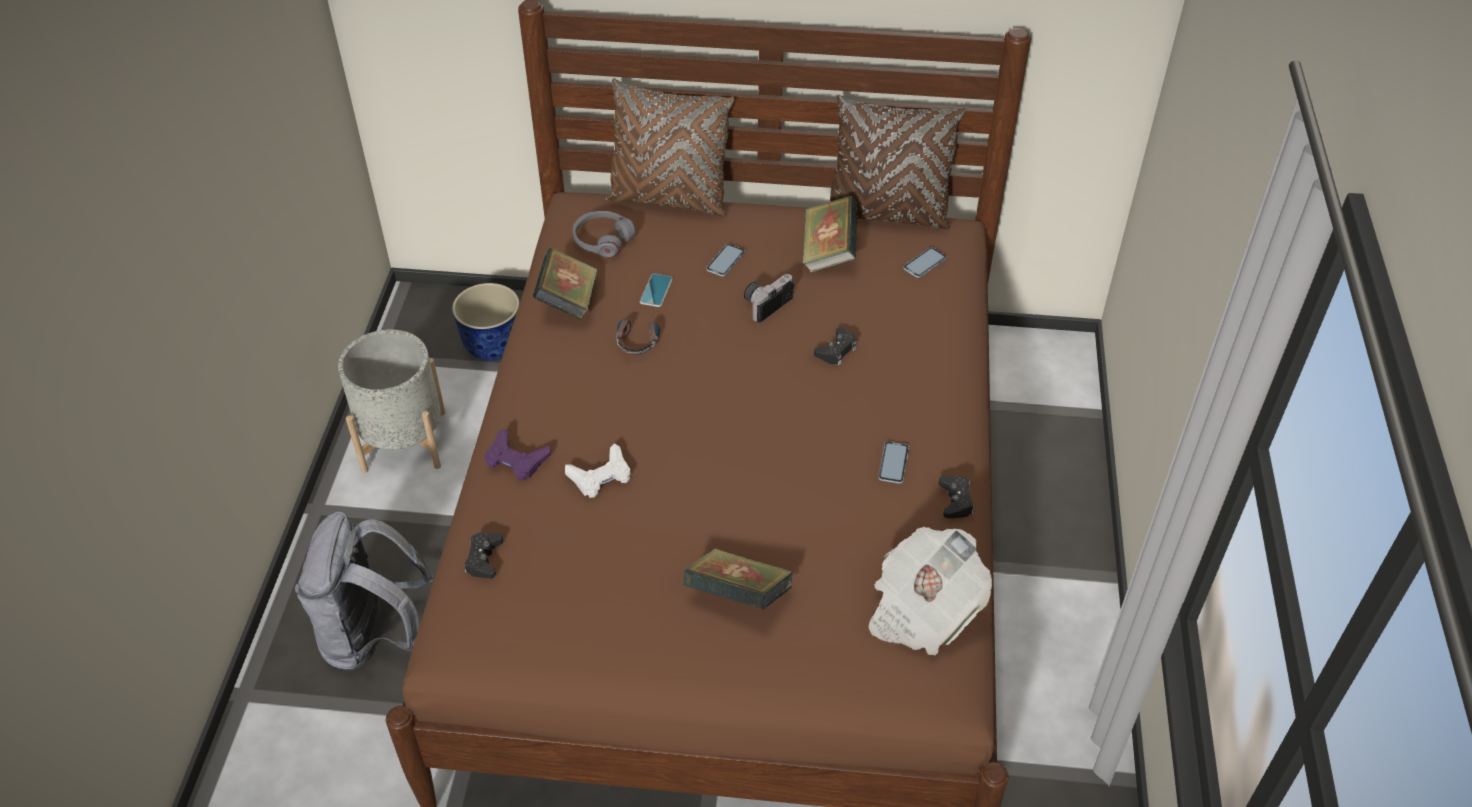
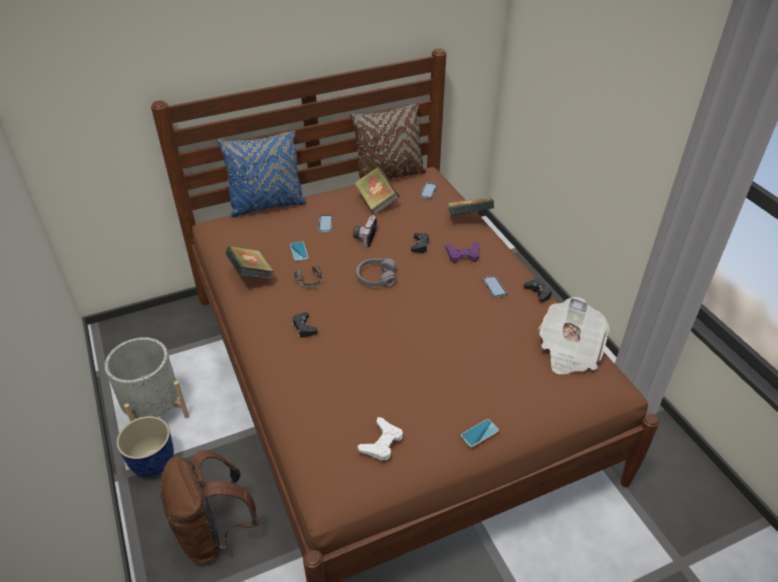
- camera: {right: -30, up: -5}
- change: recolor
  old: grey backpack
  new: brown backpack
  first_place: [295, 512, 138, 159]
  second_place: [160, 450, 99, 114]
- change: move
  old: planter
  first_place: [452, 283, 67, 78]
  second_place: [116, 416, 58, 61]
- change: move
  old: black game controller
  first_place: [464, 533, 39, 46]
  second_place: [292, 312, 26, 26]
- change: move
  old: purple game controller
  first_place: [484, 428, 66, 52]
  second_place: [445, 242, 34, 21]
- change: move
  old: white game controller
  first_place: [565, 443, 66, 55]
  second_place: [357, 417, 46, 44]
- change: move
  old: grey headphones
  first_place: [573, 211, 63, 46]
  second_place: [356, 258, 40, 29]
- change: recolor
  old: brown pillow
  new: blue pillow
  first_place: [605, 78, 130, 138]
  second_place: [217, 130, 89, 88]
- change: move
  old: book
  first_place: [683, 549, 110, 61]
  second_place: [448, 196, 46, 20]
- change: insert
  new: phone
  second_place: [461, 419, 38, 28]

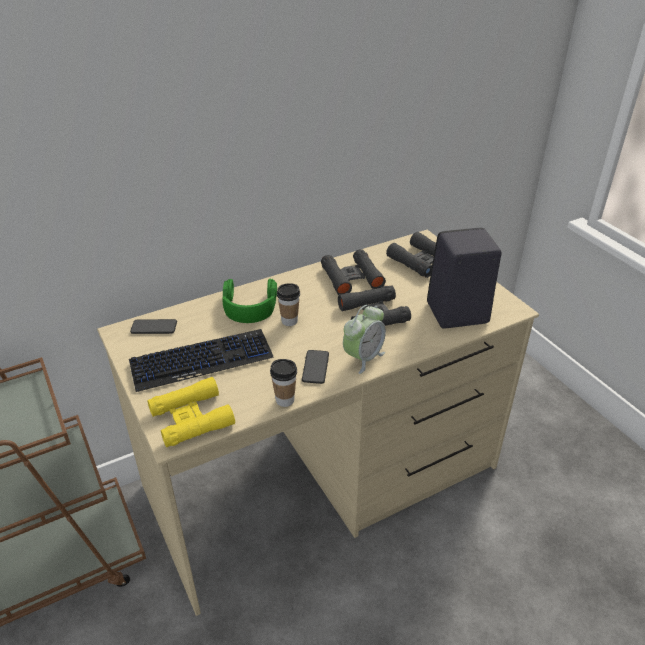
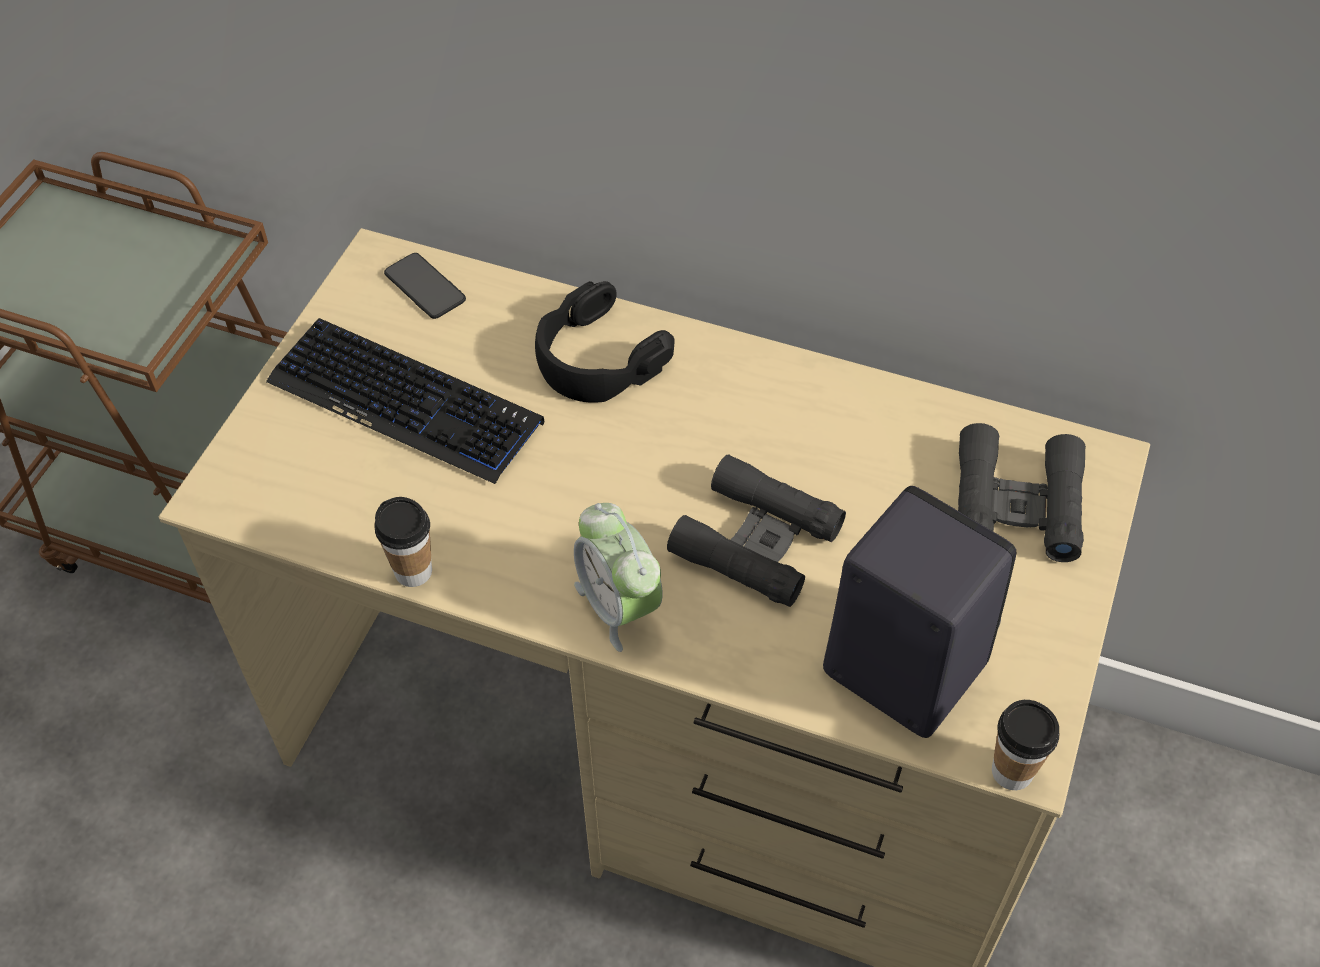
- camera: {right: 50, up: 15}
- change: delete
  old: yellow binoculars
  first_place: [147, 377, 88, 70]
- change: recolor
  old: green headphones
  new: black headphones
  first_place: [223, 279, 54, 44]
  second_place: [535, 281, 140, 122]
- change: move
  old: cup
  first_place: [277, 283, 23, 43]
  second_place: [992, 700, 67, 90]
- change: delete
  old: phone
  first_place: [302, 350, 27, 34]
- change: delete
  old: black binoculars
  first_place: [321, 249, 65, 46]
- change: rotate
  old: alarm clock
  first_place: [343, 305, 43, 69]
  second_place: [574, 503, 89, 149]
  degrees: 60

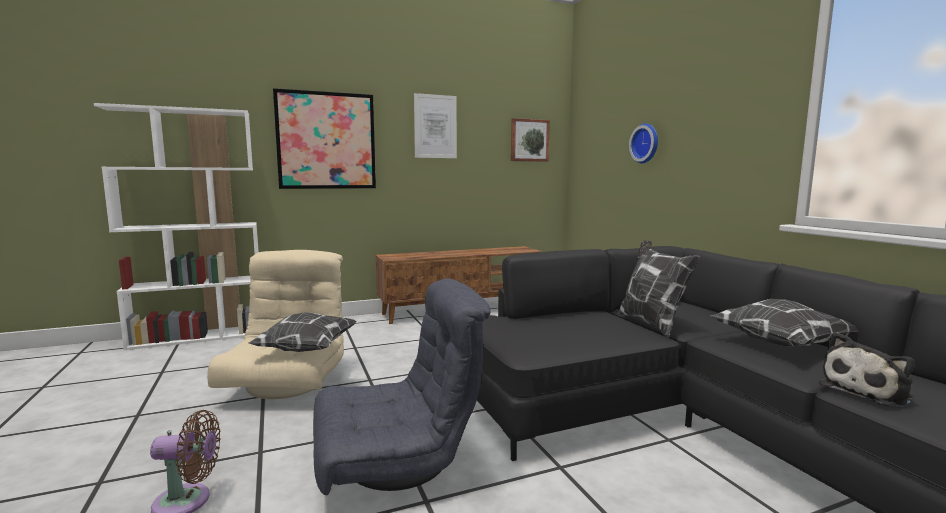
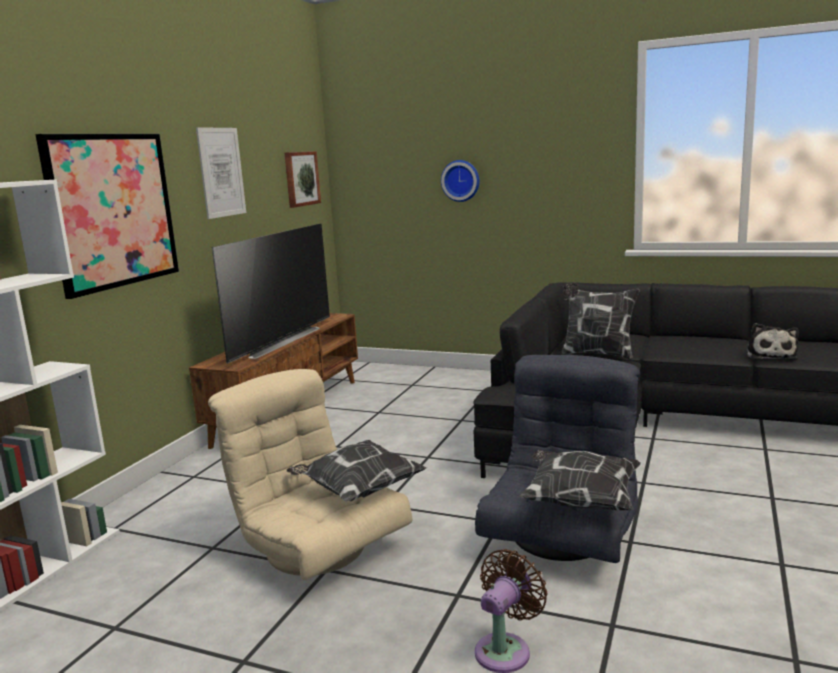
- camera: {right: -45, up: 5}
- change: move
  old: pillow
  first_place: [710, 299, 149, 48]
  second_place: [520, 449, 121, 61]
- change: insert
  new: television
  second_place: [212, 224, 118, 140]

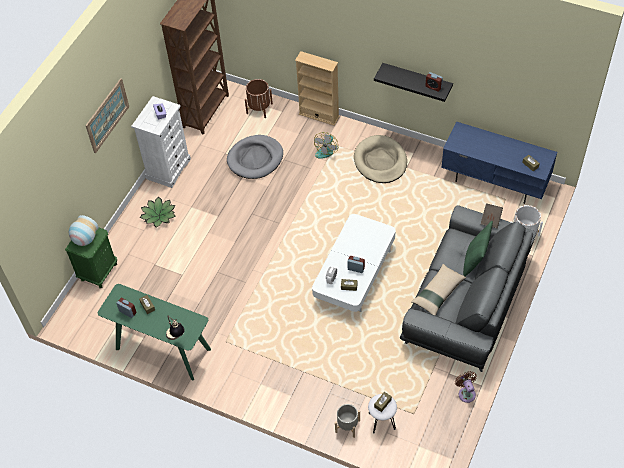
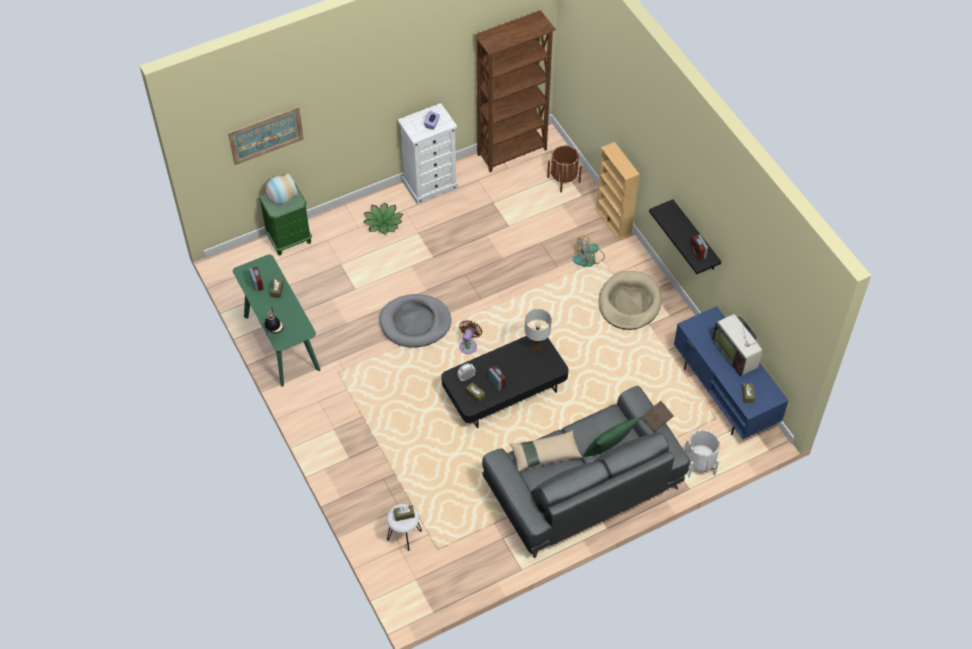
- camera: {right: 35, up: 0}
- change: move
  old: picture
  first_place: [85, 78, 44, 75]
  second_place: [228, 107, 76, 58]
- change: move
  old: grey dog bed
  first_place: [227, 135, 56, 44]
  second_place: [380, 294, 71, 53]
- change: recolor
  old: white coffee table
  new: black coffee table
  first_place: [312, 214, 84, 98]
  second_place: [441, 336, 127, 92]
- change: delete
  old: grey planter
  first_place: [335, 404, 25, 34]
- change: move
  old: brown fan
  first_place: [455, 371, 22, 32]
  second_place: [459, 320, 23, 34]
- change: insert
  new: white table lamp
  second_place: [524, 309, 28, 42]
- change: insert
  new: television
  second_place: [712, 314, 51, 62]

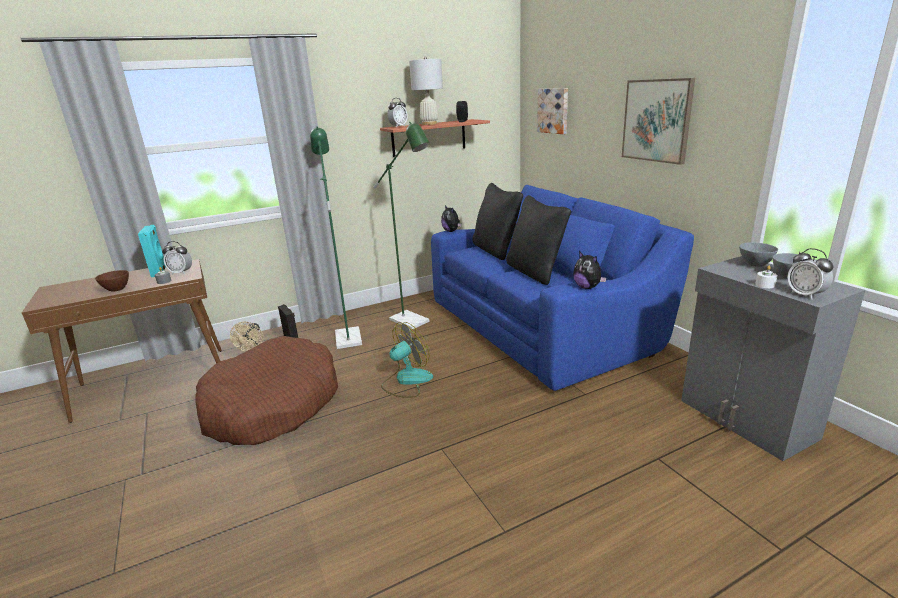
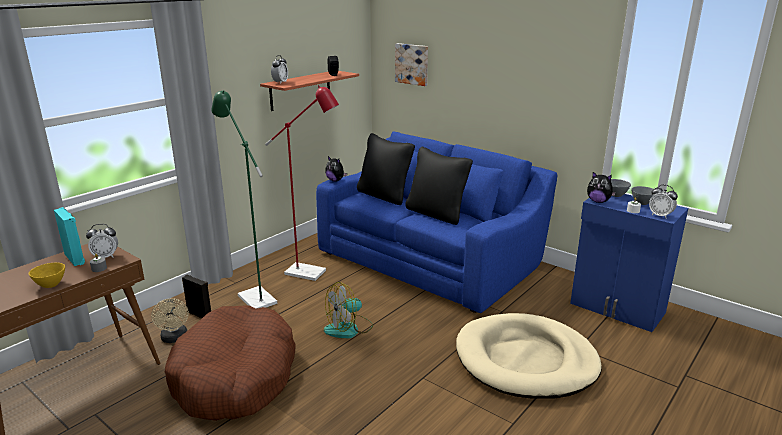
- camera: {right: -25, up: 0}
- change: recolor
  old: brown bowl
  new: yellow bowl
  first_place: [95, 270, 34, 22]
  second_place: [29, 263, 36, 25]
- change: recolor
  old: green floor lamp
  new: red floor lamp
  first_place: [373, 122, 57, 207]
  second_place: [265, 85, 74, 196]
- change: rotate
  old: fan
  first_place: [381, 322, 52, 76]
  second_place: [324, 282, 49, 56]
  degrees: -150
- change: delete
  old: white table lamp
  first_place: [409, 57, 34, 68]
- change: move
  old: plush toy
  first_place: [573, 251, 33, 38]
  second_place: [587, 172, 29, 31]
- change: delete
  old: picture
  first_place: [622, 78, 73, 87]
- change: recolor
  old: grey cabinet
  new: blue cabinet
  first_place: [681, 256, 184, 205]
  second_place: [570, 194, 118, 138]
- change: insert
  new: beige dog bed
  second_place: [456, 313, 146, 86]

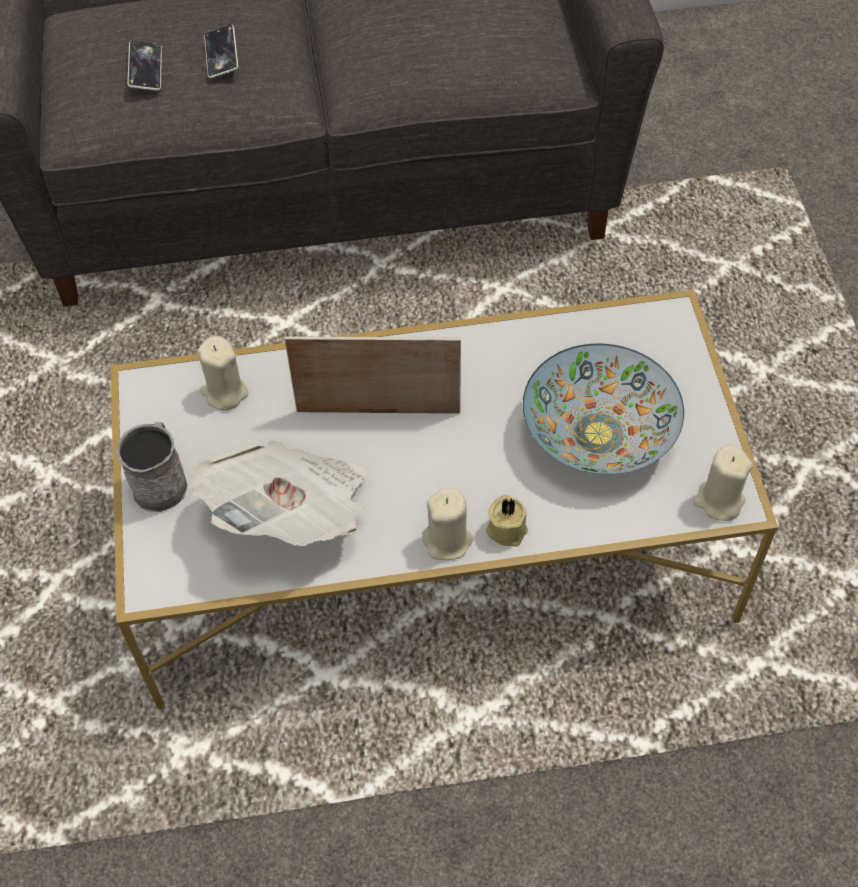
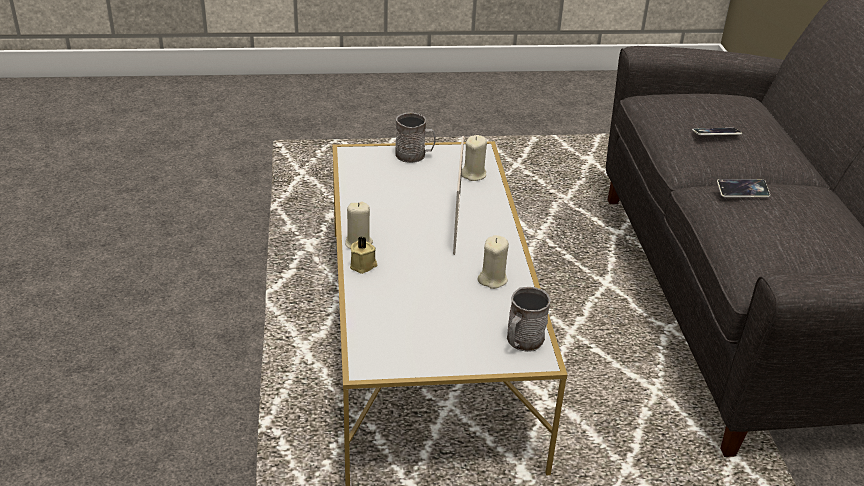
- camera: {right: 90, up: -20}
- change: move
  old: phone
  first_place: [127, 41, 35, 50]
  second_place: [717, 179, 53, 18]
- change: delete
  old: newspaper
  first_place: [190, 440, 177, 106]
- change: delete
  old: bowl
  first_place: [523, 343, 161, 131]
- change: move
  old: beige candle
  first_place: [693, 445, 60, 76]
  second_place: [477, 235, 32, 54]
- change: insert
  new: grey mug
  second_place: [507, 287, 44, 65]

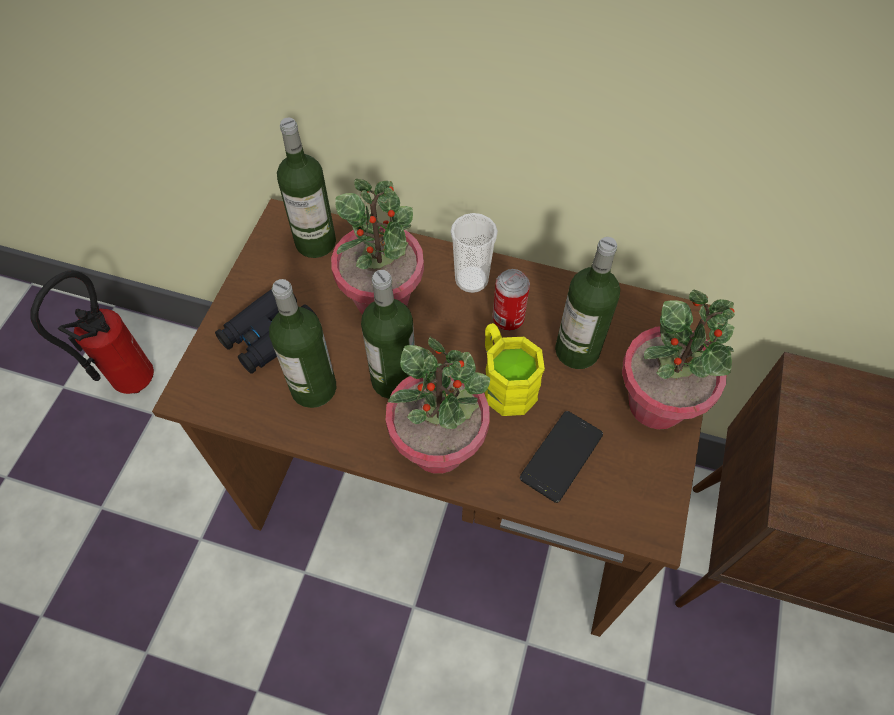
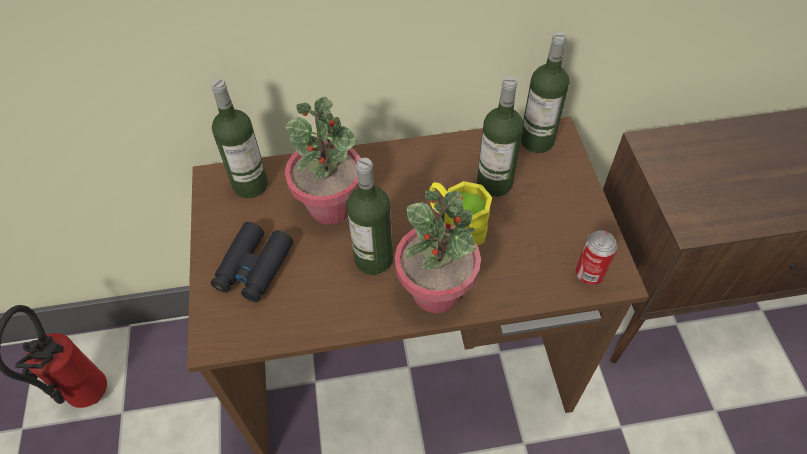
- camera: {right: -25, up: -5}
- change: move
  old: bottle
  first_place: [269, 279, 67, 129]
  second_place: [521, 32, 48, 121]
- change: delete
  old: cup
  first_place: [451, 213, 47, 80]
- change: move
  old: can
  first_place: [492, 269, 38, 62]
  second_place: [575, 231, 43, 54]
- change: delete
  old: phone
  first_place: [520, 411, 83, 92]
- change: delete
  old: potted plant
  first_place: [622, 289, 113, 141]

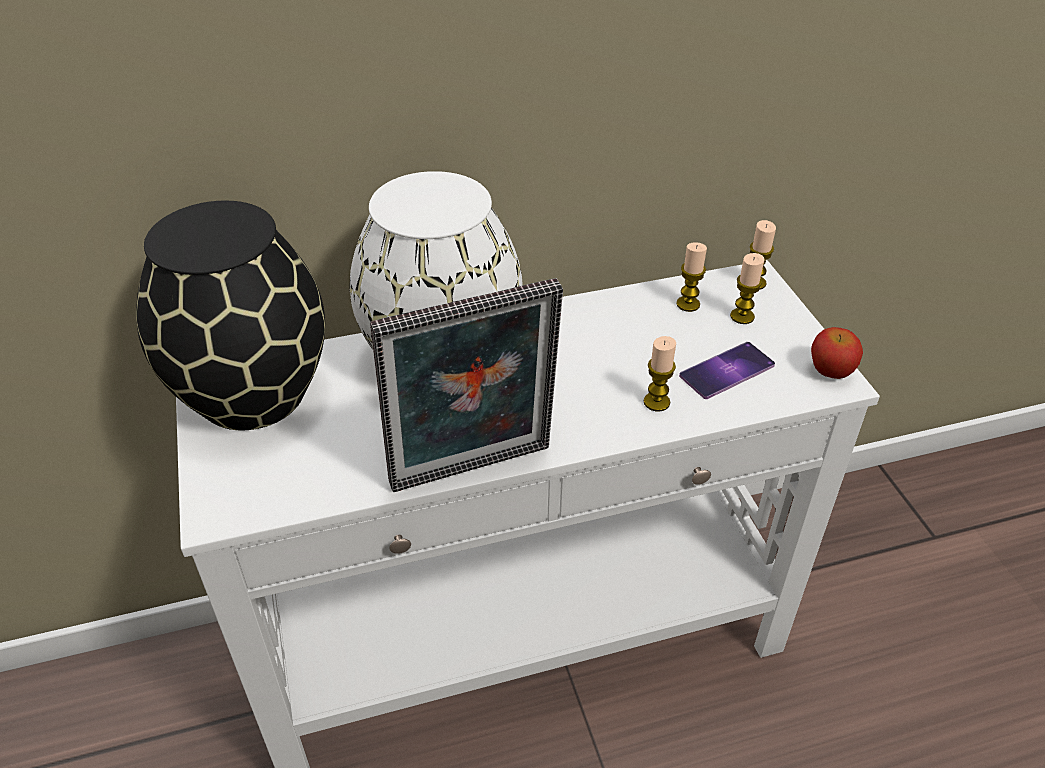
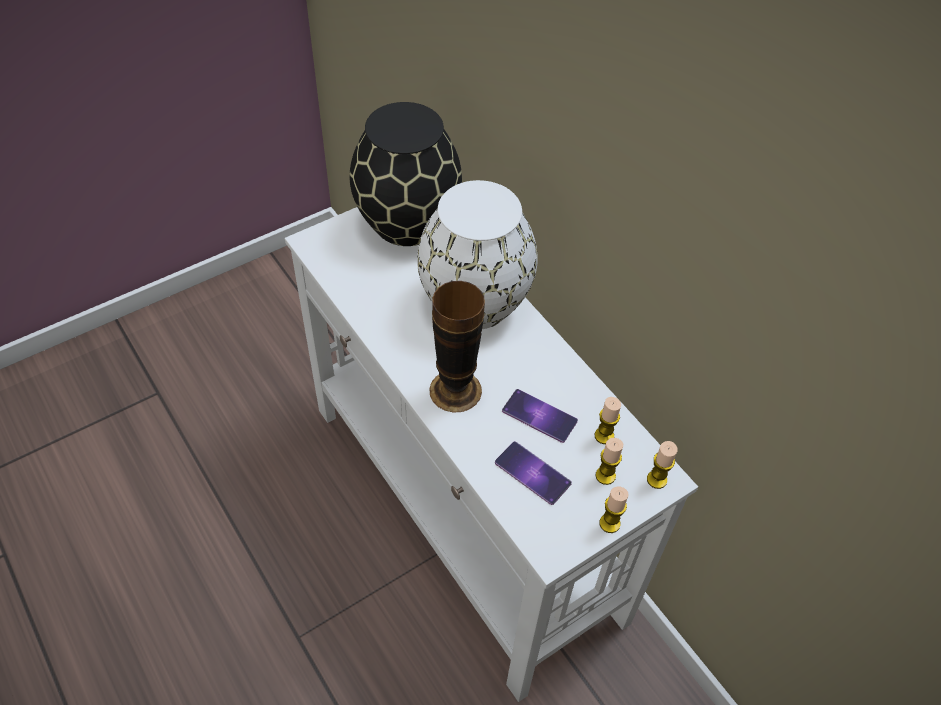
- camera: {right: 70, up: 10}
- change: delete
  old: picture frame
  first_place: [370, 278, 193, 214]
- change: move
  old: candle
  first_place: [644, 336, 32, 76]
  second_place: [599, 486, 30, 47]
- change: delete
  old: apple
  first_place: [811, 327, 52, 52]
- change: insert
  new: vase
  second_place: [429, 281, 56, 132]
- change: insert
  new: phone
  second_place: [502, 389, 76, 54]

